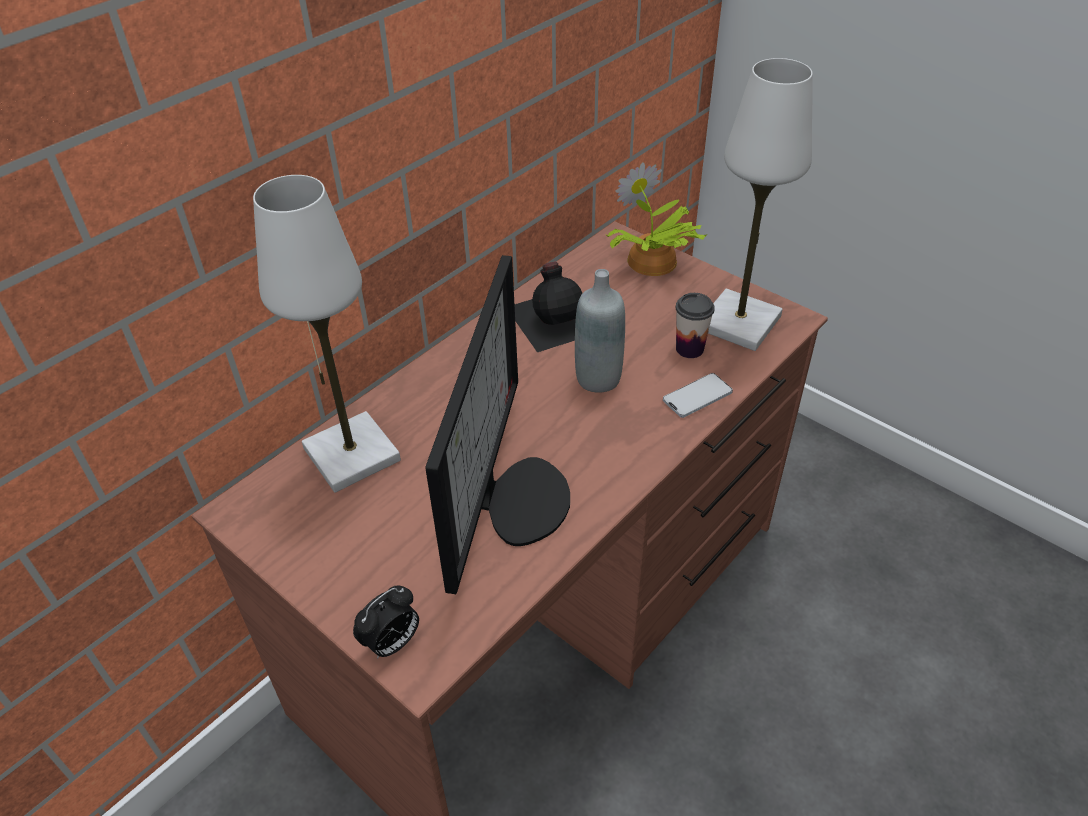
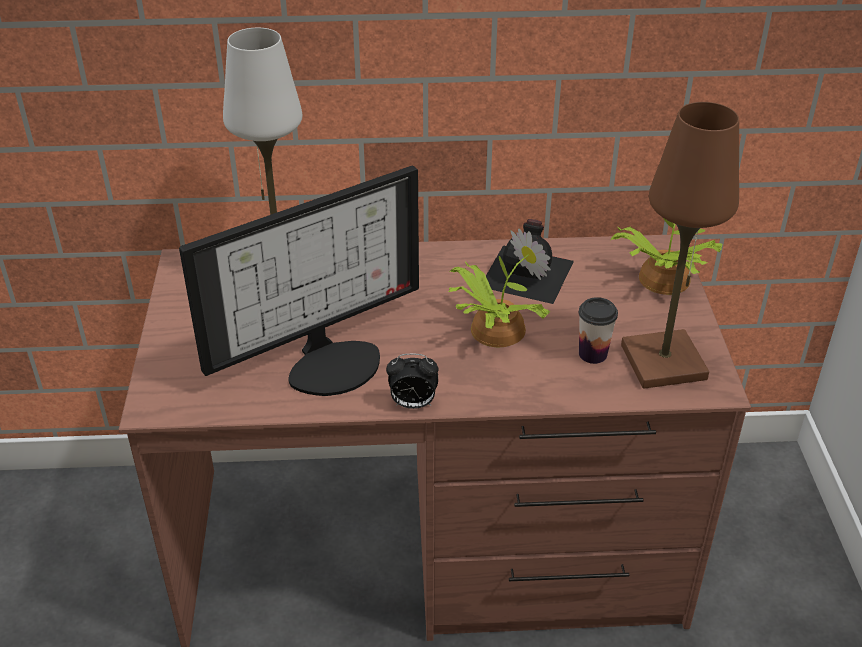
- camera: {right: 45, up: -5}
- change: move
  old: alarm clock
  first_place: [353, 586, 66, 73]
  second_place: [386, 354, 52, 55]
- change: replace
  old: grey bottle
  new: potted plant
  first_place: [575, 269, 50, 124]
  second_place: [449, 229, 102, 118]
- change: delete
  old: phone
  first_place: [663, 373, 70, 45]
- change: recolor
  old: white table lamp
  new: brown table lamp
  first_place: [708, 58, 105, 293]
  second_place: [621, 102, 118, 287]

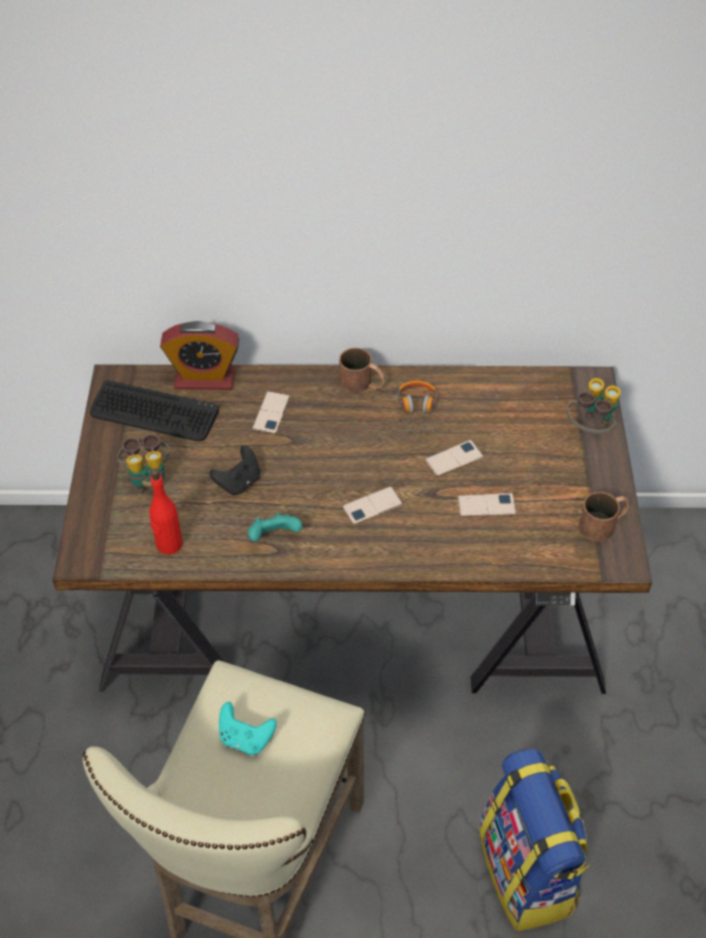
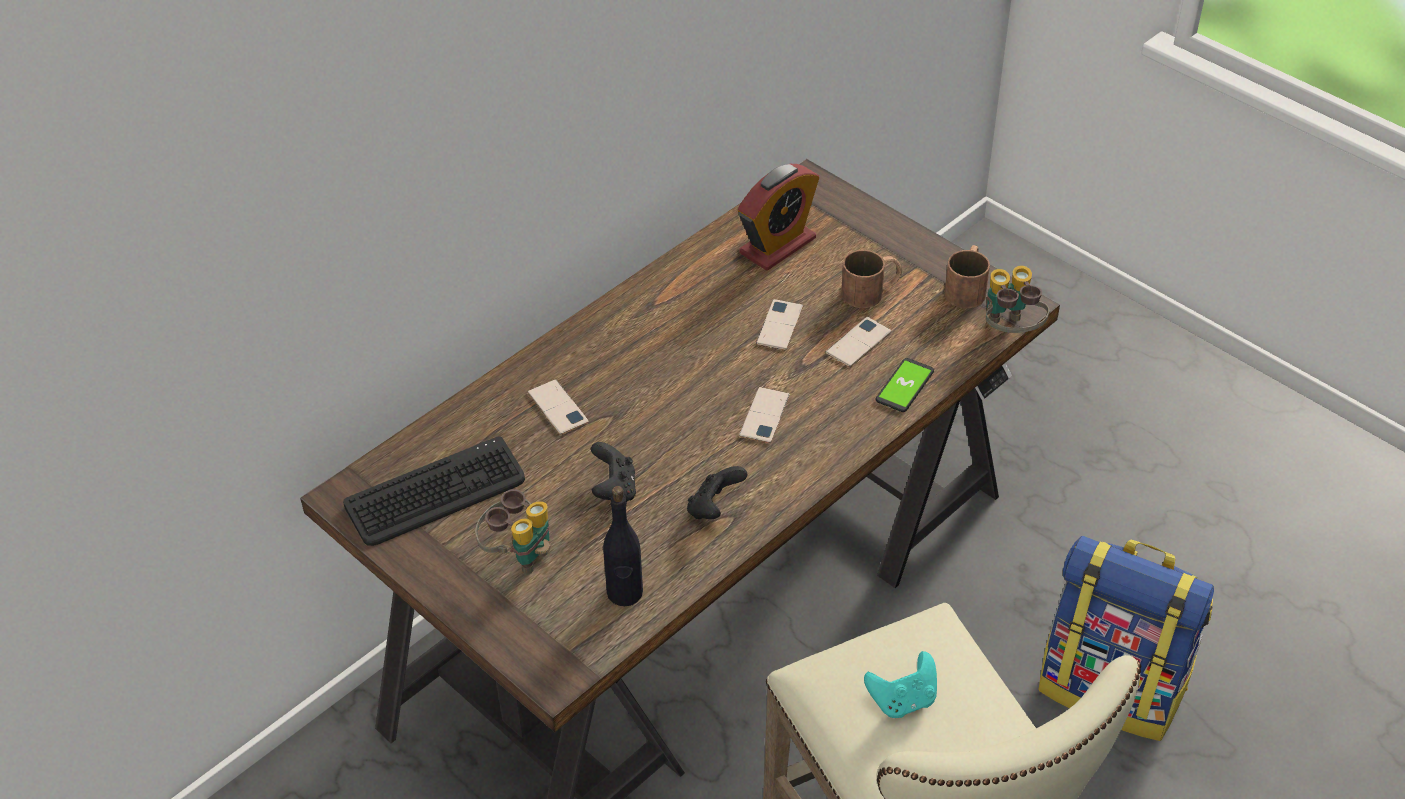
- camera: {right: -45, up: -5}
- change: recolor
  old: red bottle
  new: black bottle
  first_place: [149, 469, 34, 86]
  second_place: [603, 486, 40, 120]
- change: move
  old: alarm clock
  first_place: [160, 321, 79, 69]
  second_place: [738, 164, 81, 107]
- change: recolor
  old: turquoise game controller
  new: black game controller
  first_place: [248, 513, 54, 29]
  second_place: [687, 466, 60, 53]
- change: move
  old: brown mug
  first_place: [339, 348, 46, 45]
  second_place: [841, 250, 61, 58]
- change: delete
  old: headphones
  first_place: [387, 381, 60, 54]
- change: move
  old: binoculars
  first_place: [567, 378, 54, 56]
  second_place: [986, 266, 63, 67]
- change: insert
  new: phone
  second_place: [876, 358, 58, 54]

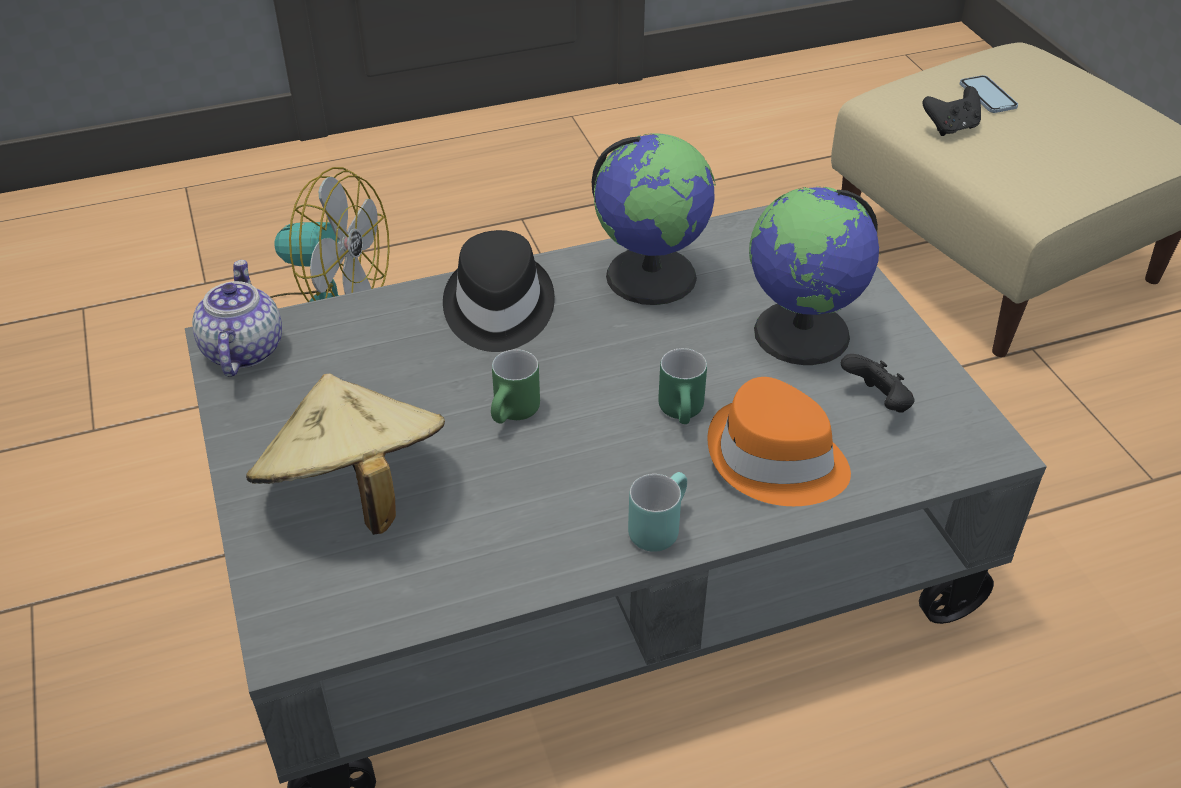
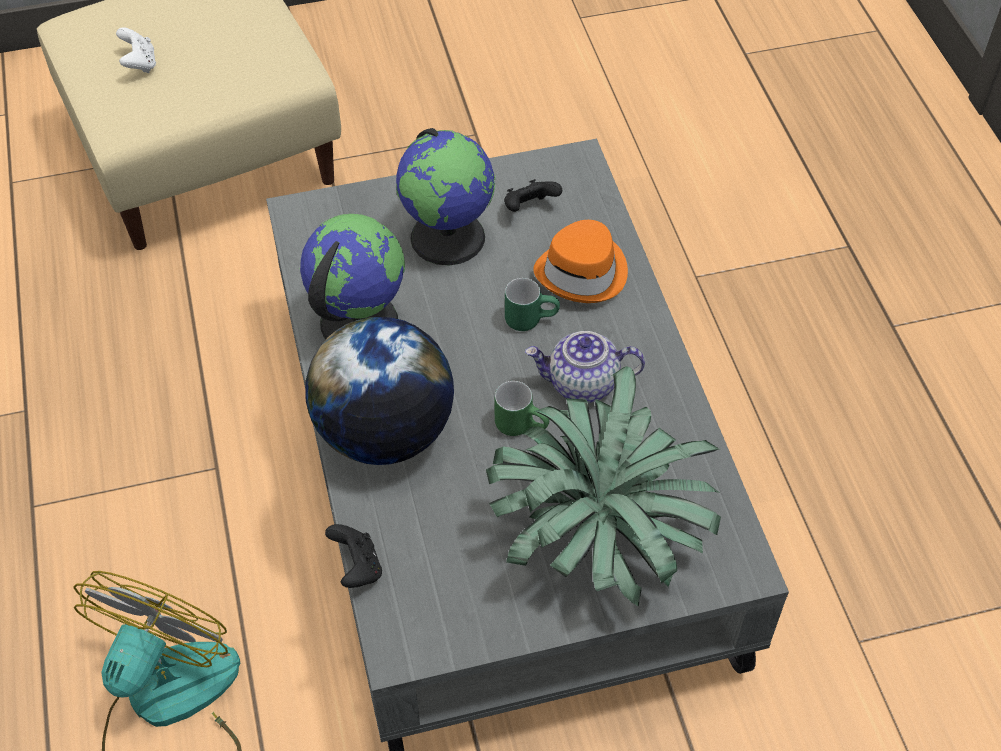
- camera: {right: -85, up: 10}
- change: move
  old: teapot
  first_place: [192, 260, 90, 117]
  second_place: [525, 331, 120, 72]
- change: replace
  old: beige hat
  new: potted plant
  first_place: [246, 374, 199, 161]
  second_place: [486, 366, 235, 240]
- change: replace
  old: black hat
  new: globe
  first_place: [443, 230, 112, 122]
  second_place: [305, 317, 149, 148]
- change: delete
  old: turquoise mug
  first_place: [628, 472, 59, 80]
- change: move
  old: black game controller
  first_place: [922, 86, 59, 50]
  second_place: [325, 524, 57, 64]
- change: replace
  old: phone
  new: white game controller
  first_place: [960, 75, 58, 38]
  second_place: [116, 27, 40, 46]

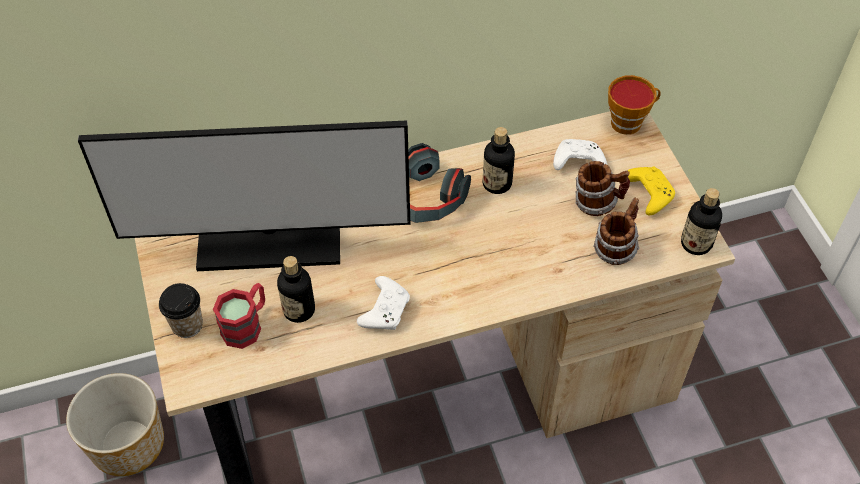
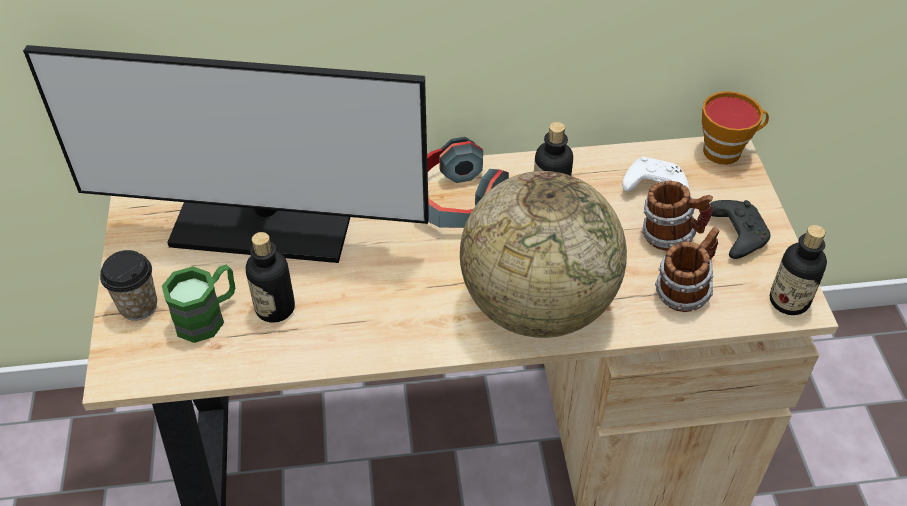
- camera: {right: 10, up: -5}
- change: delete
  old: planter
  first_place: [66, 373, 98, 103]
- change: recolor
  old: red mug
  new: green mug
  first_place: [213, 283, 52, 66]
  second_place: [162, 265, 73, 78]
- change: delete
  old: white game controller
  first_place: [357, 276, 53, 54]
- change: recolor
  old: yellow game controller
  new: black game controller
  first_place: [627, 166, 48, 49]
  second_place: [710, 200, 61, 59]
- change: insert
  new: globe
  second_place: [460, 171, 167, 167]

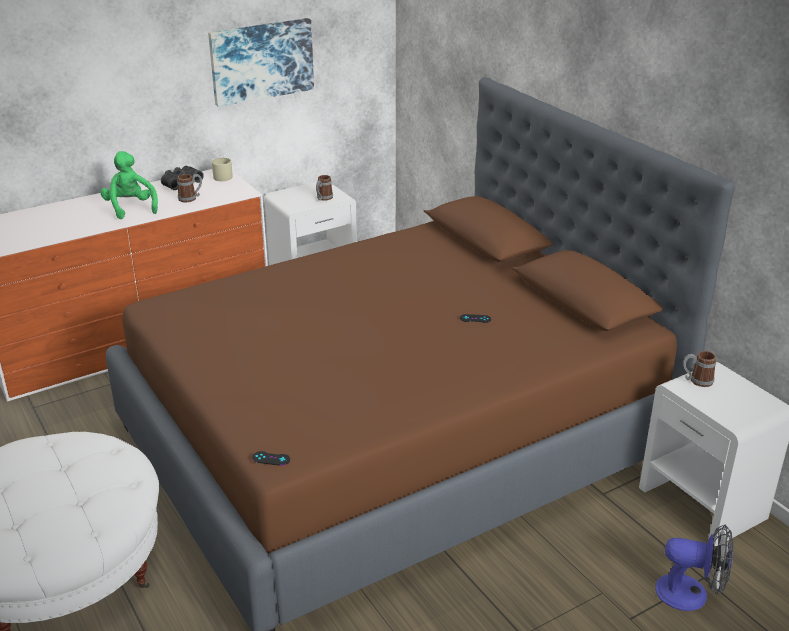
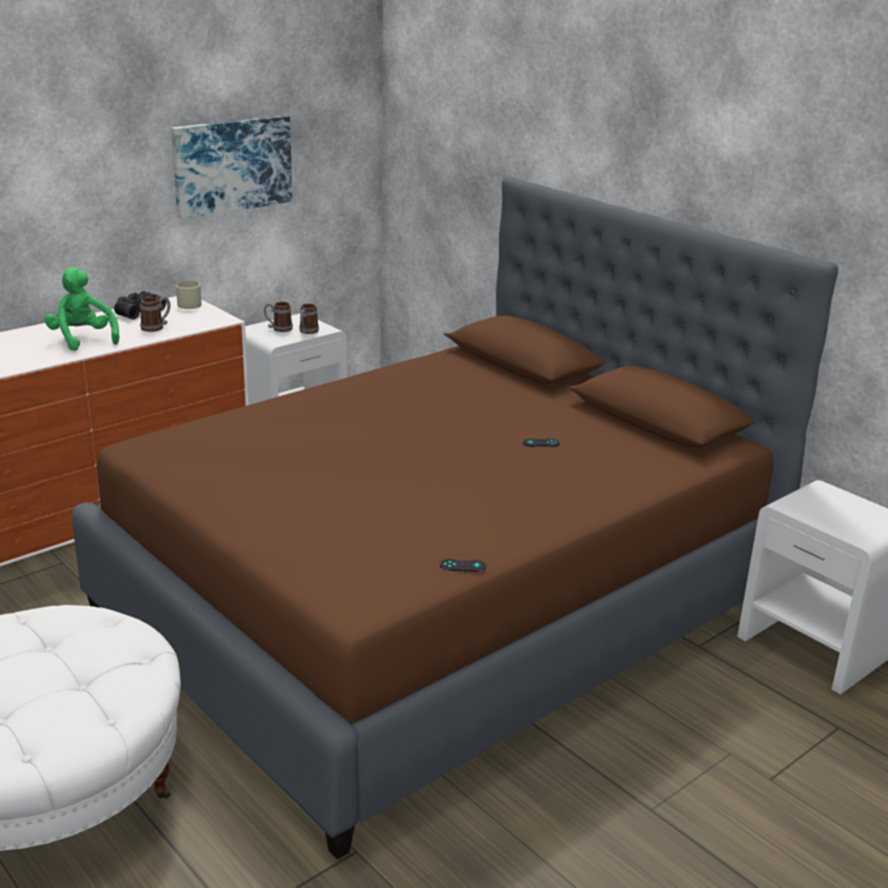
- camera: {right: -10, up: -5}
- change: move
  old: black game controller
  first_place: [252, 451, 38, 15]
  second_place: [440, 559, 46, 13]
- change: delete
  old: fan
  first_place: [655, 525, 78, 86]
- change: move
  old: mug
  first_place: [683, 351, 33, 36]
  second_place: [264, 302, 29, 30]

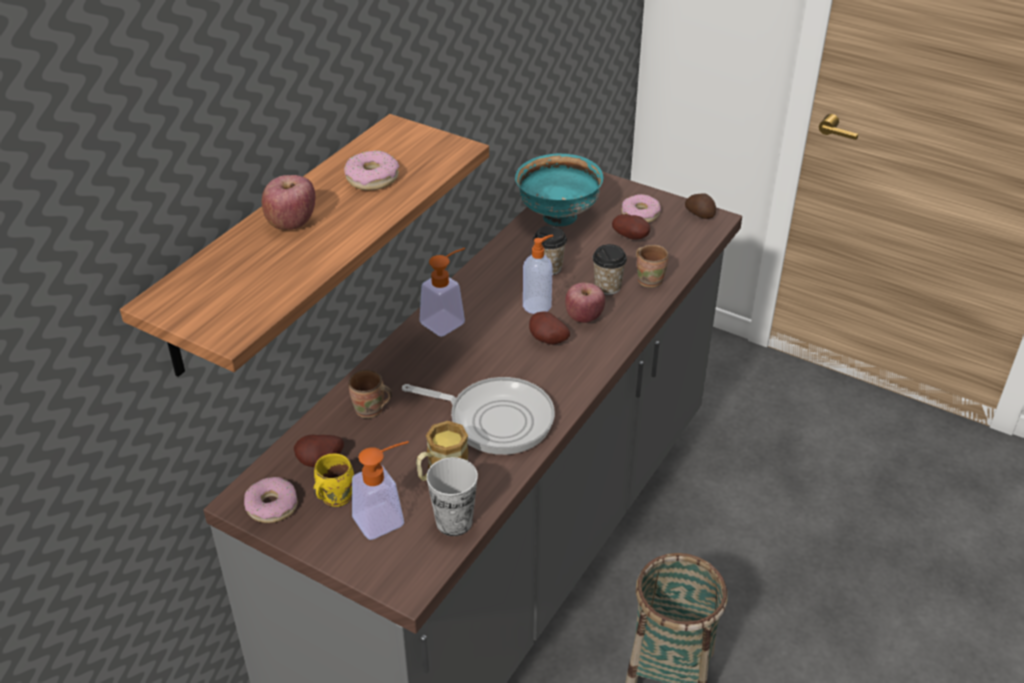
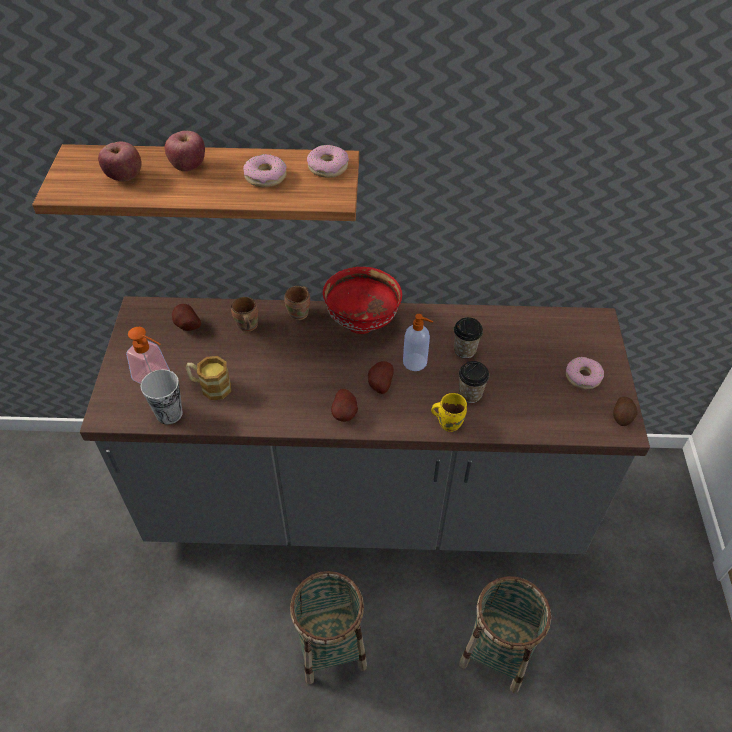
- camera: {right: 60, up: 10}
- change: move
  old: donut
  first_place: [244, 477, 54, 46]
  second_place: [307, 145, 42, 33]
- change: move
  old: yellow mug
  first_place: [313, 453, 41, 54]
  second_place: [431, 393, 36, 39]
- change: delete
  old: frying pan
  first_place: [402, 377, 153, 78]
- change: replace
  old: soap dispenser
  new: red bowl
  first_place: [419, 248, 46, 89]
  second_place: [323, 267, 79, 67]
- change: delete
  old: turquoise bowl
  first_place: [515, 154, 89, 72]
- change: move
  old: apple
  first_place: [565, 283, 40, 40]
  second_place: [98, 142, 43, 39]
- change: move
  old: potato
  first_place: [612, 214, 38, 26]
  second_place: [331, 389, 27, 33]
- change: move
  old: brown mug
  first_place: [636, 245, 33, 43]
  second_place: [284, 286, 26, 34]
- change: insert
  new: basket
  second_place: [459, 576, 92, 117]

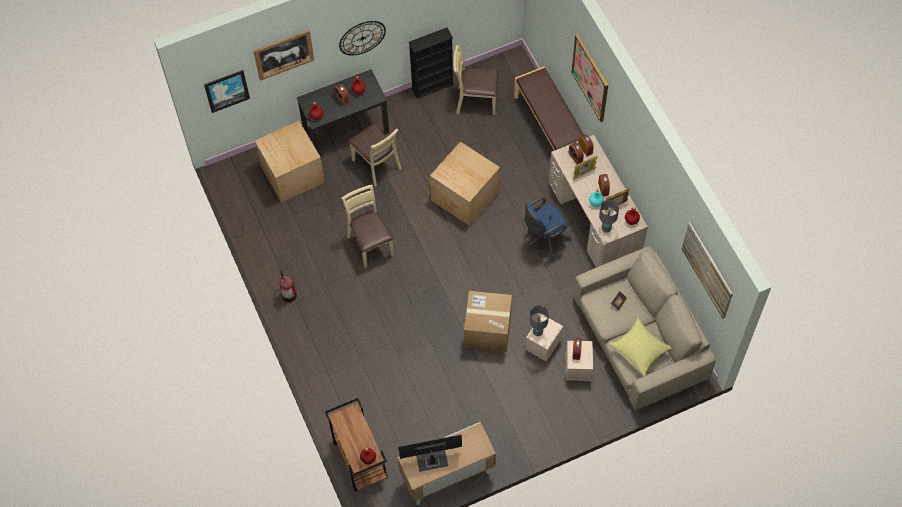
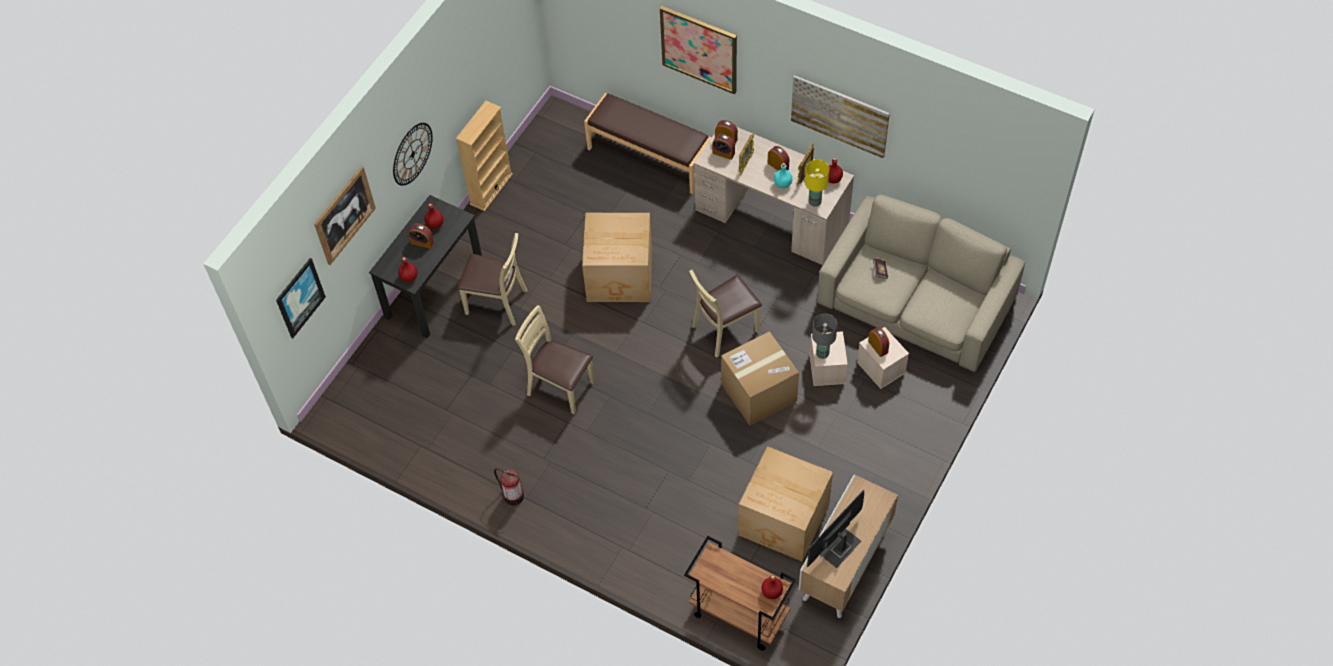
- camera: {right: -35, up: -5}
- change: move
  old: cardboard box
  first_place: [254, 120, 71, 82]
  second_place: [738, 446, 95, 116]
- change: recolor
  old: black bookcase
  new: beige bookcase
  first_place: [408, 28, 46, 71]
  second_place: [456, 101, 57, 110]
- change: move
  old: beige chair
  first_place: [454, 45, 45, 70]
  second_place: [689, 270, 73, 88]
- change: delete
  old: blue office chair
  first_place: [525, 197, 46, 60]
- change: recolor
  old: grey table lamp
  new: yellow table lamp
  first_place: [599, 200, 20, 33]
  second_place: [805, 159, 24, 48]
- change: delete
  old: yellow pillow
  first_place: [609, 317, 63, 59]
- change: move
  old: picture
  first_place: [682, 222, 51, 97]
  second_place: [791, 75, 99, 83]

